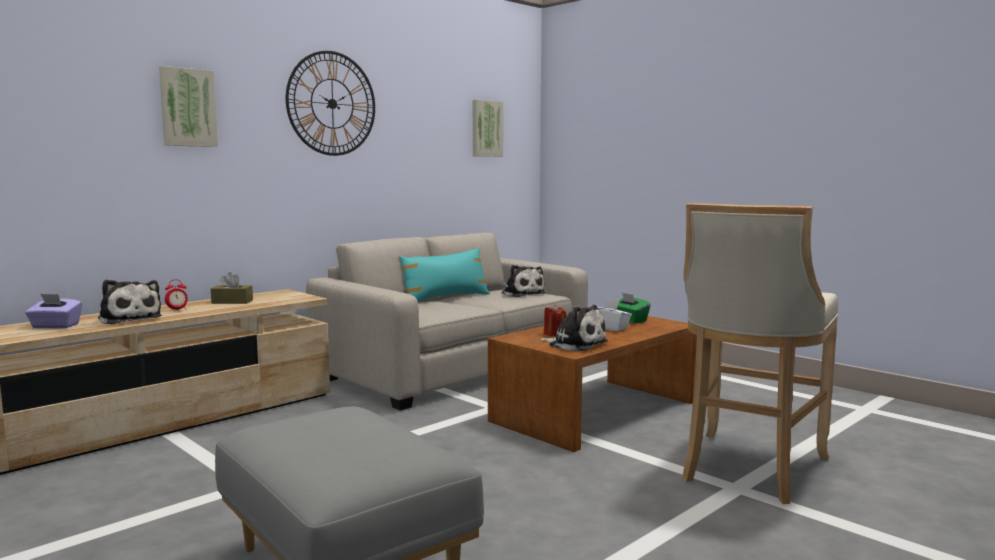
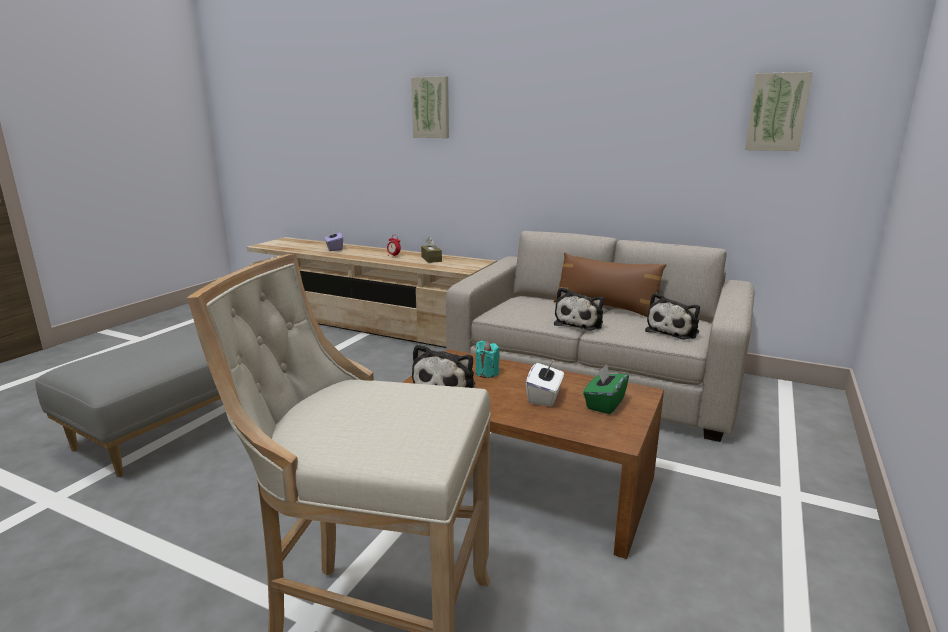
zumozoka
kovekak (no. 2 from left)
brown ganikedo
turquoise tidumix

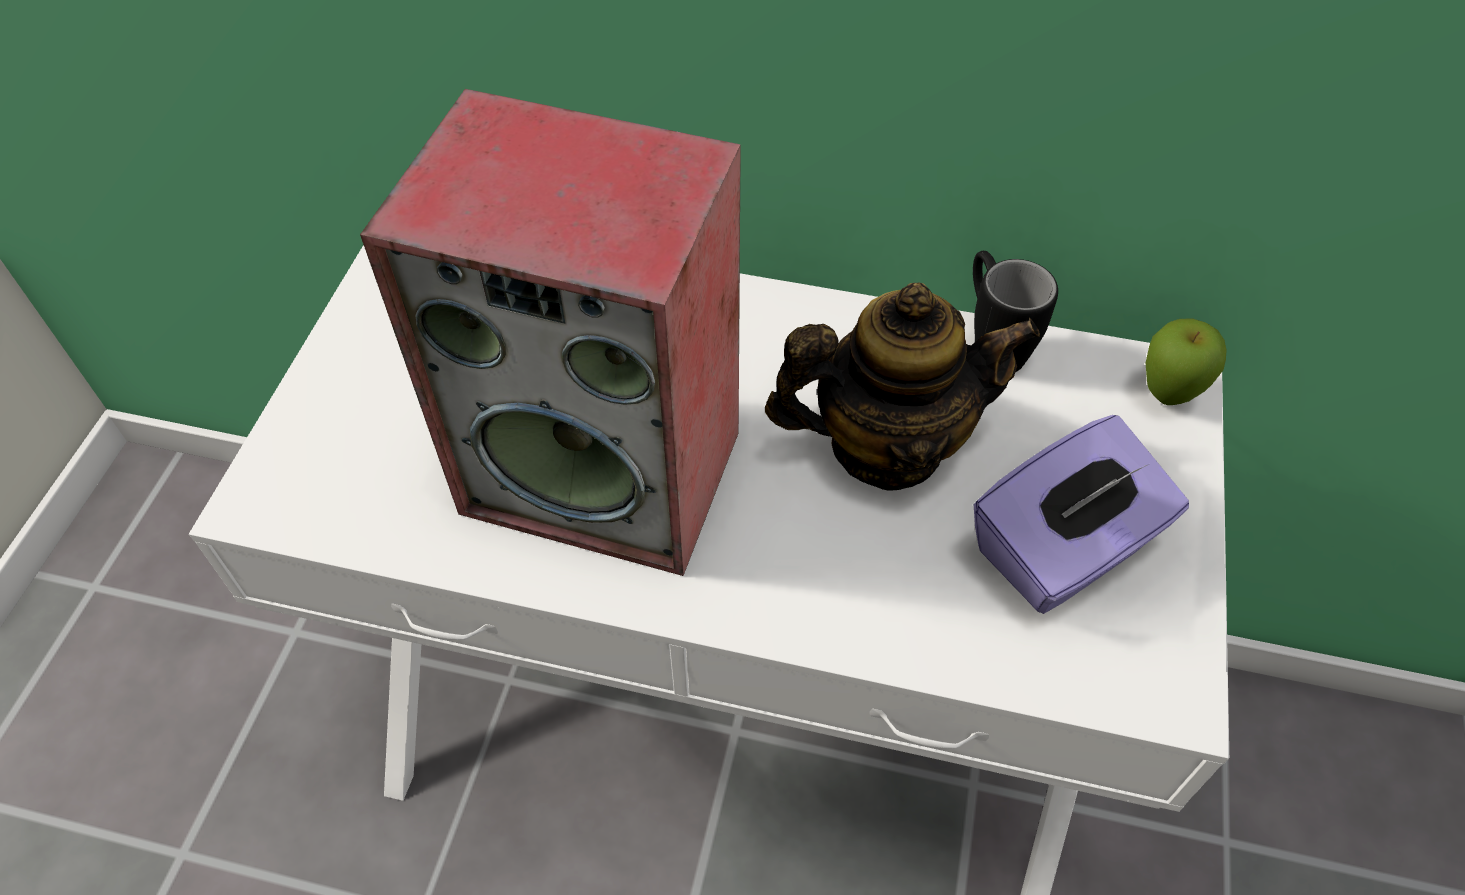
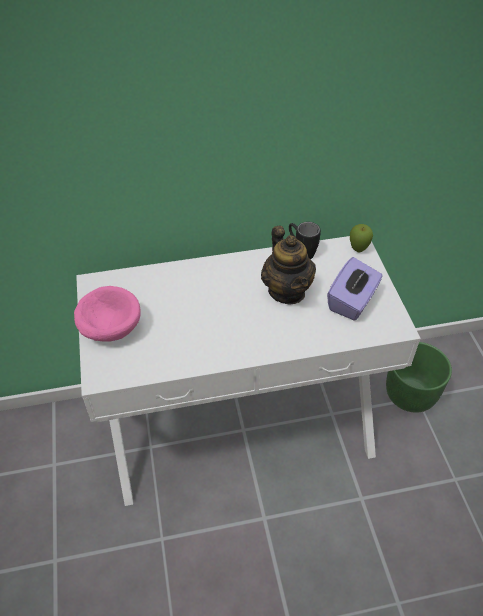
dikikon
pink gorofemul
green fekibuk
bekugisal

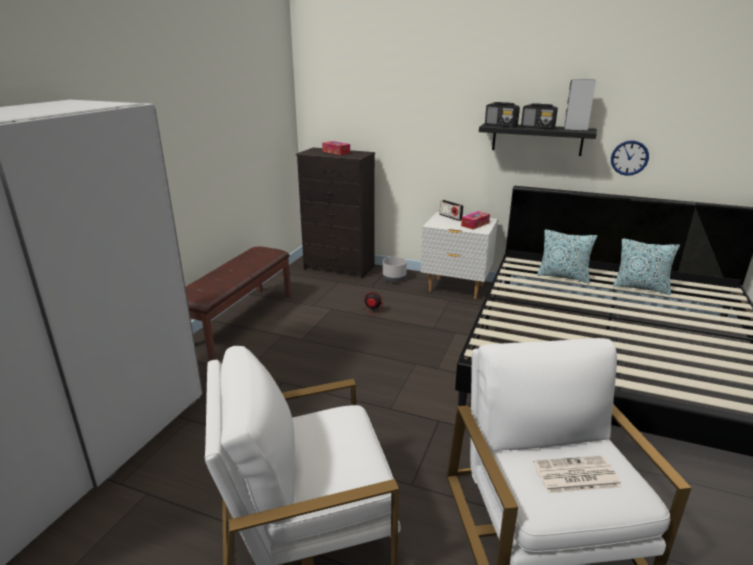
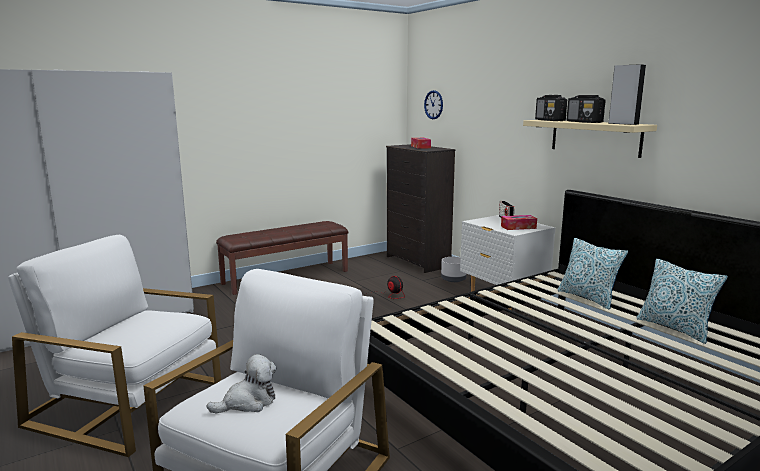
zumozoka
kovekak
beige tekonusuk

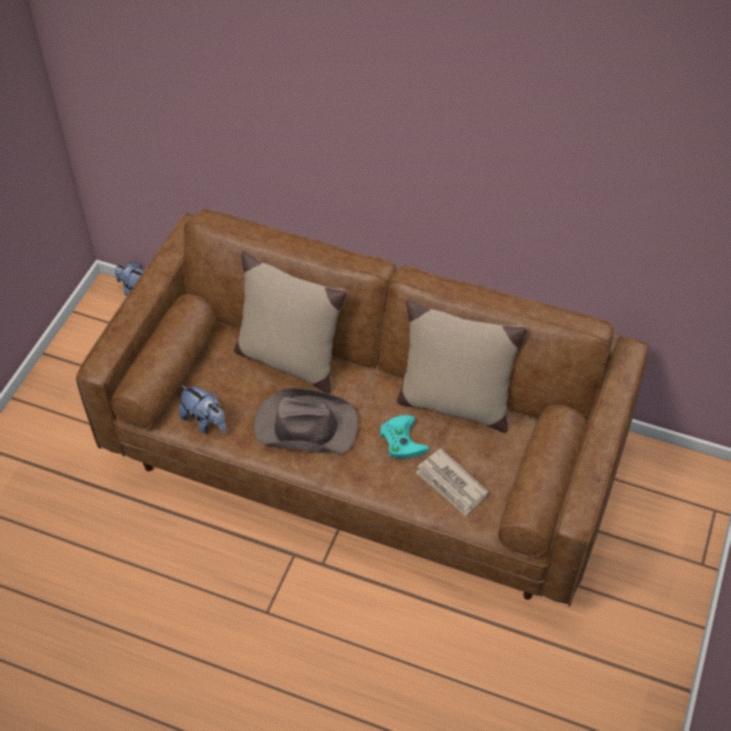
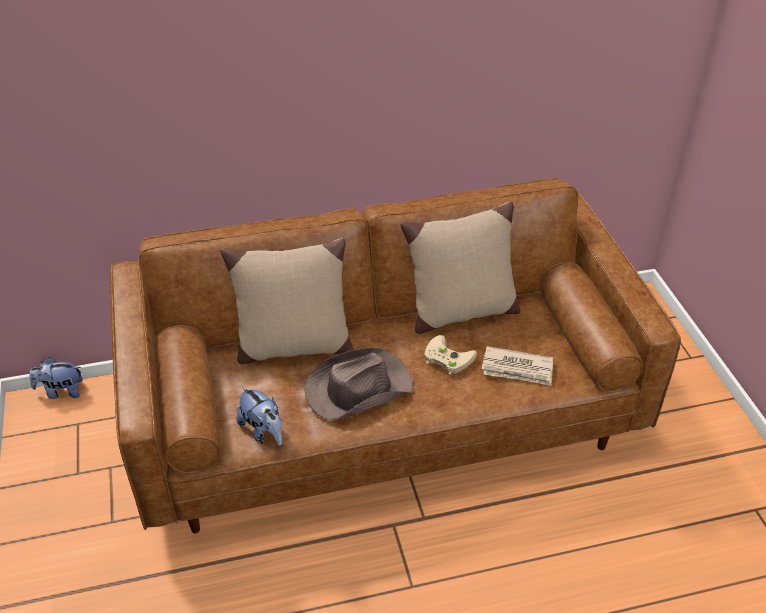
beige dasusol
kovekak (no. 2 from left)

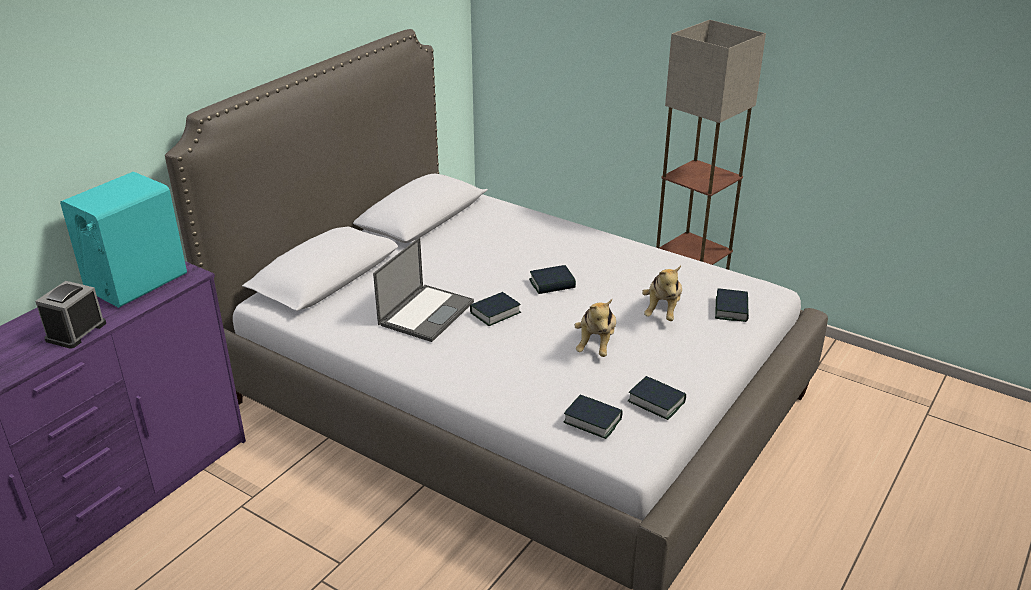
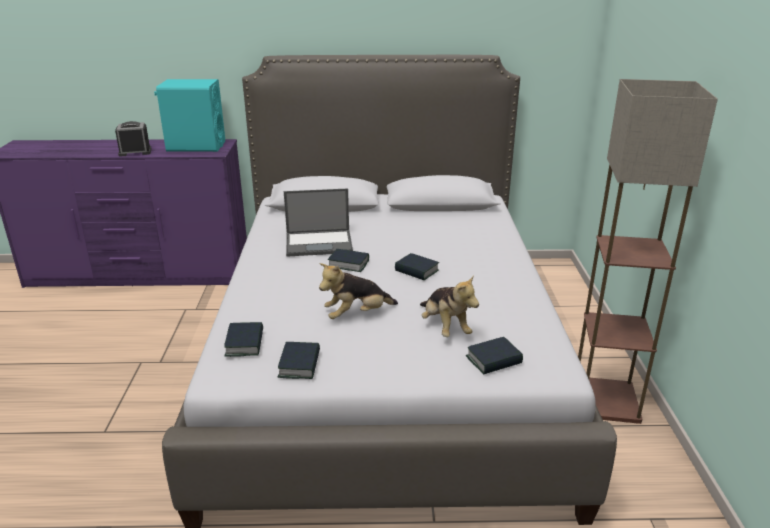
kovekak (no. 2 from left)

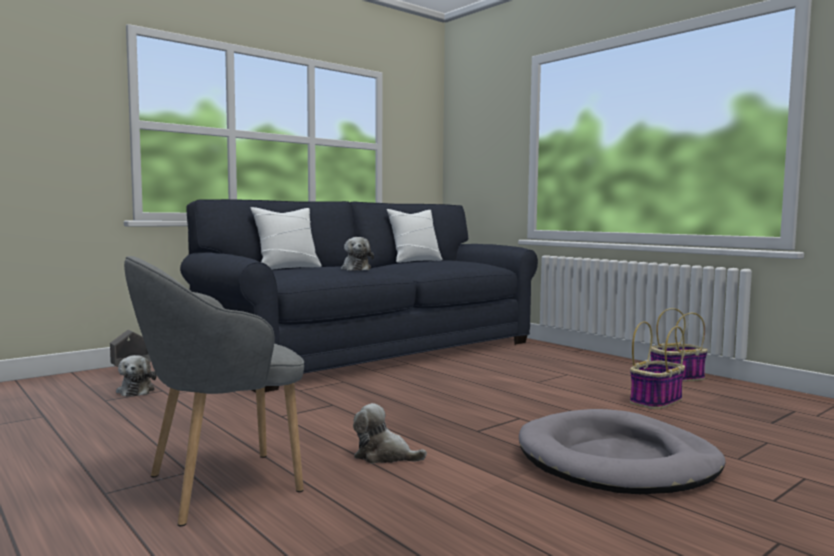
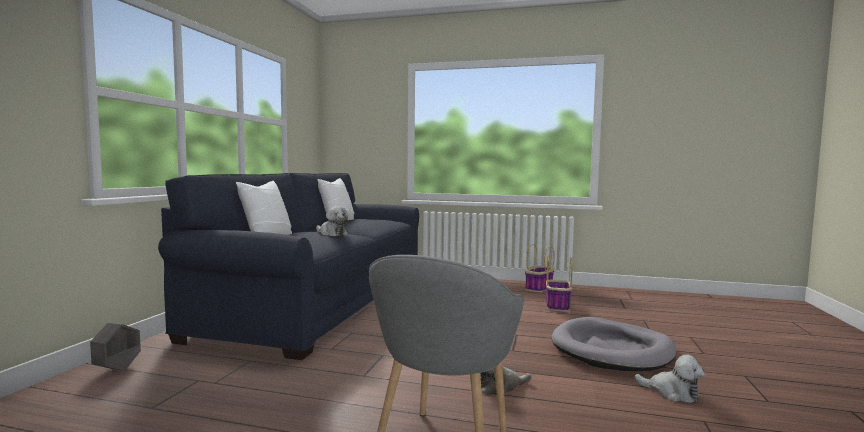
kovekak (no. 3 from left)

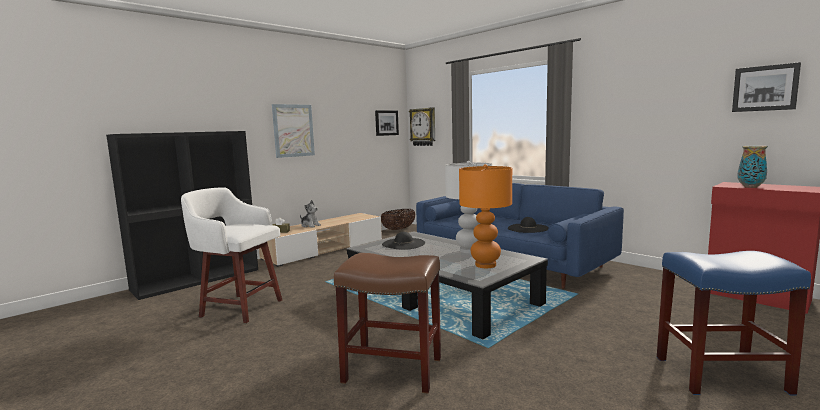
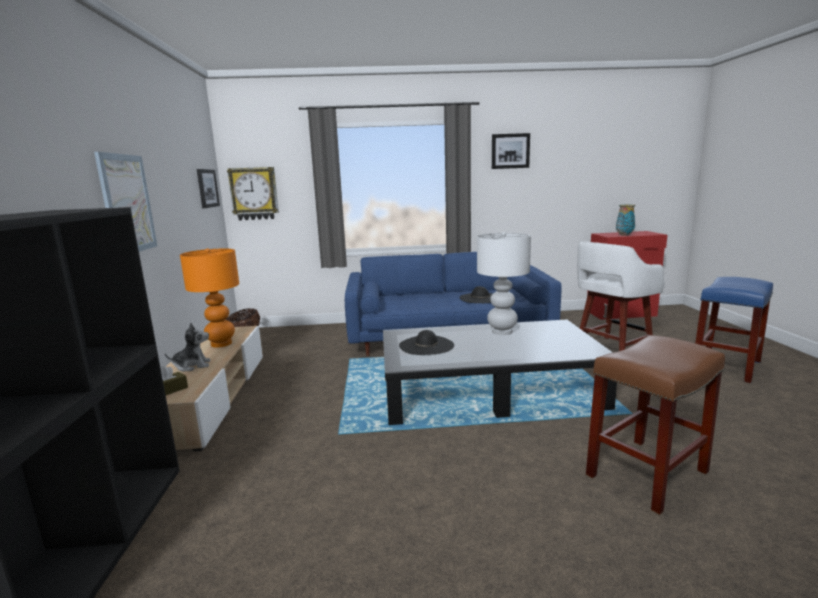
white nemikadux
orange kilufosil
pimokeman (no. 3 from left)

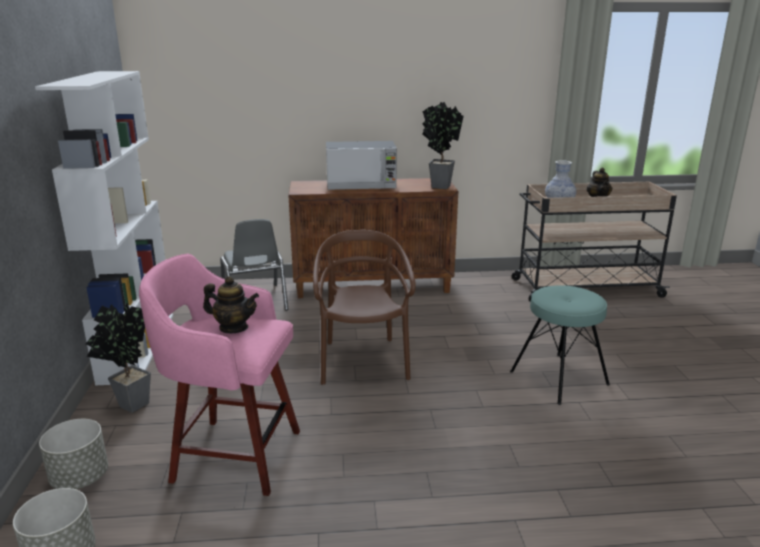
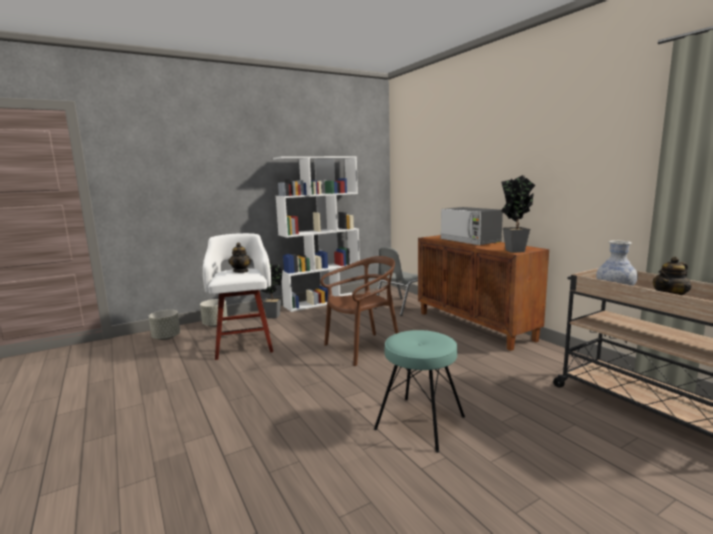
white nemikadux

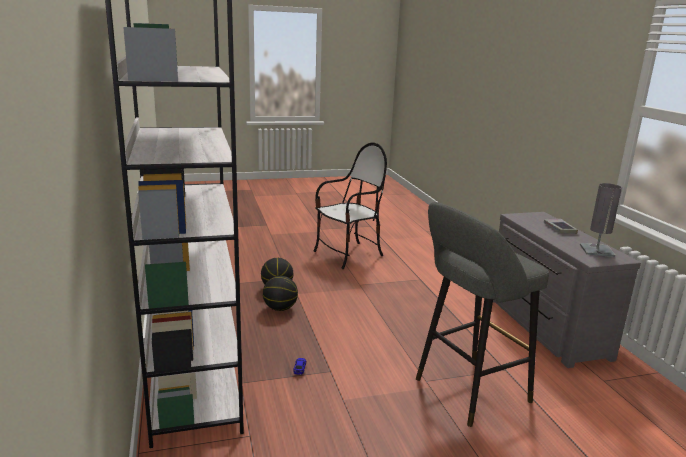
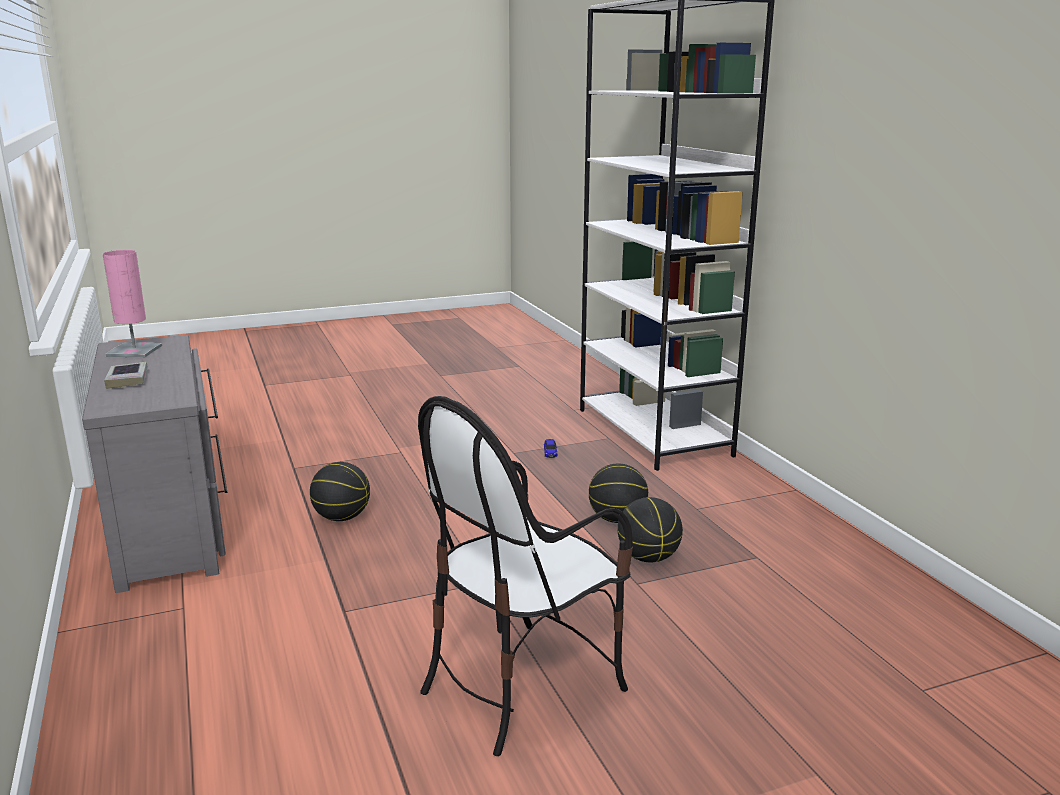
grey nemikadux
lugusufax (no. 1 from left)
pink kilufosil

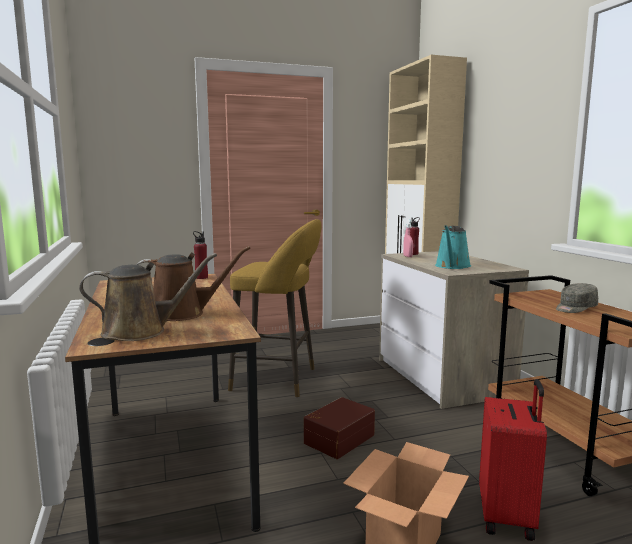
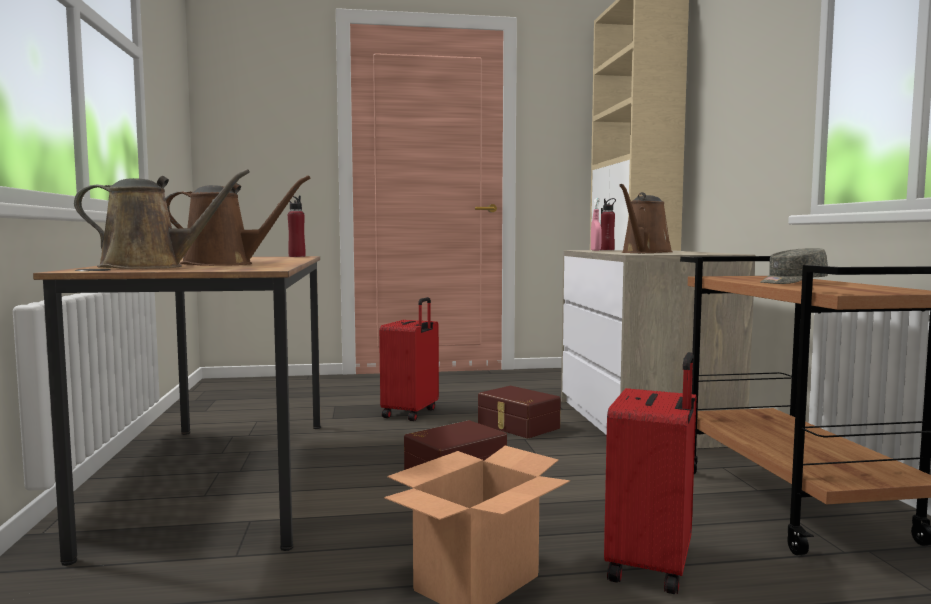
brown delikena (no. 2 from left)
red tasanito (no. 1 from left)
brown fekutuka (no. 3 from left)

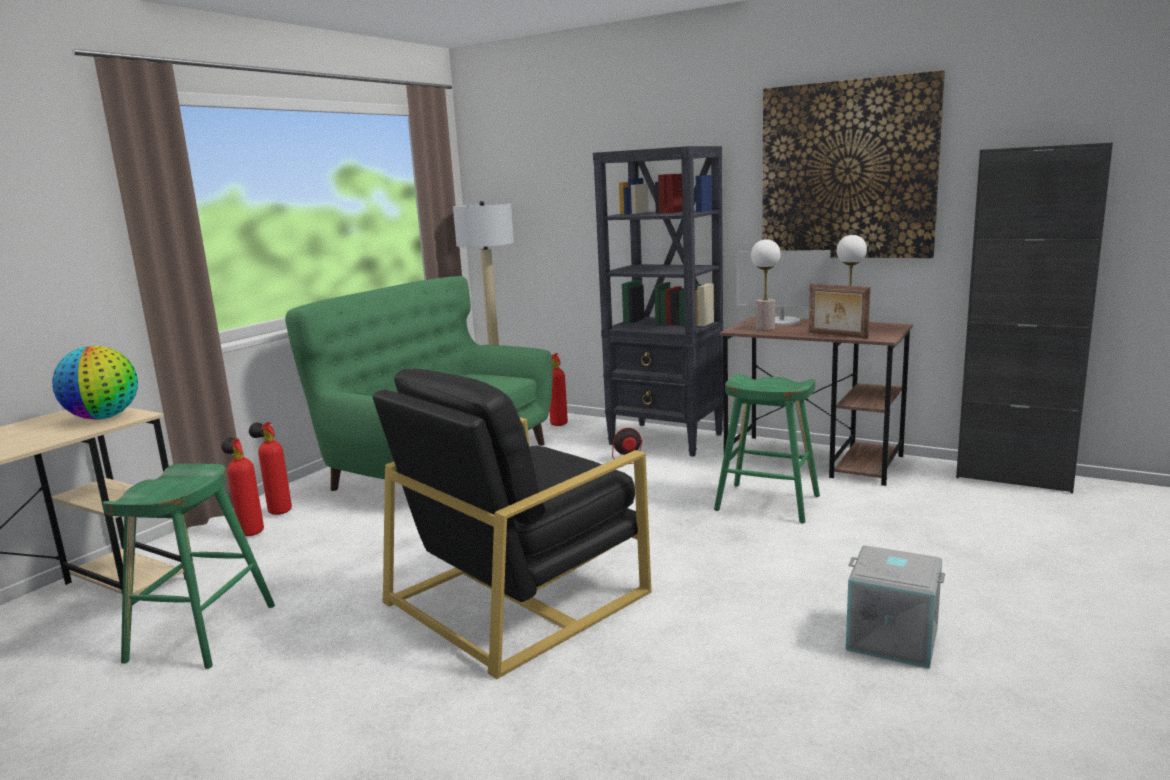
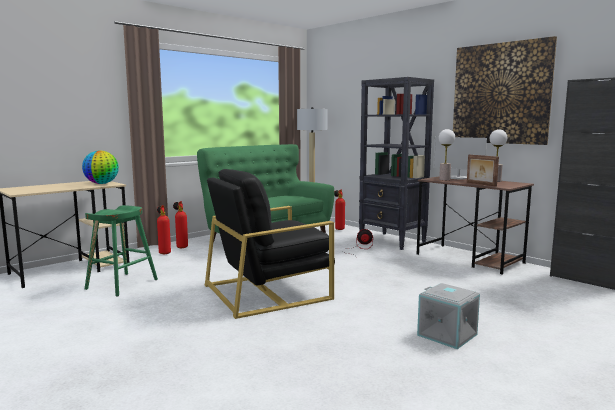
green nemikadux (no. 2 from left in the first image)

